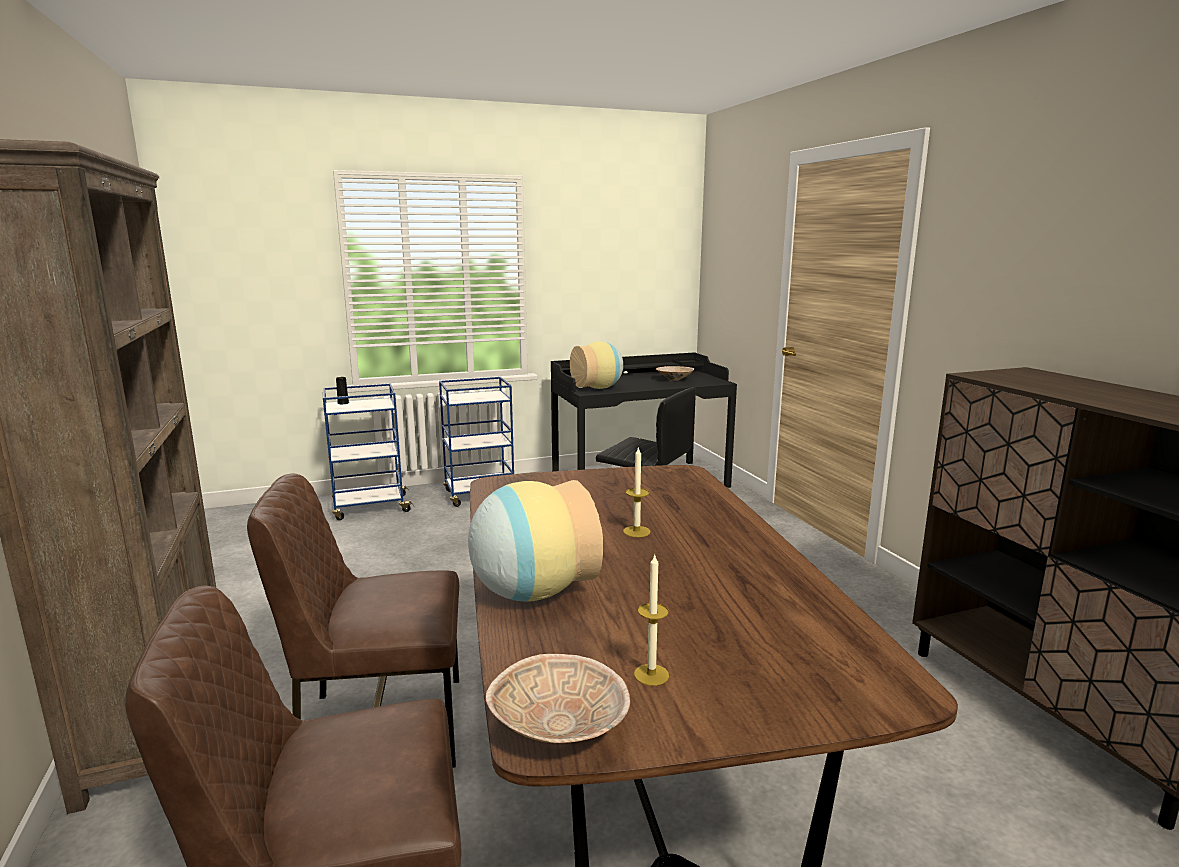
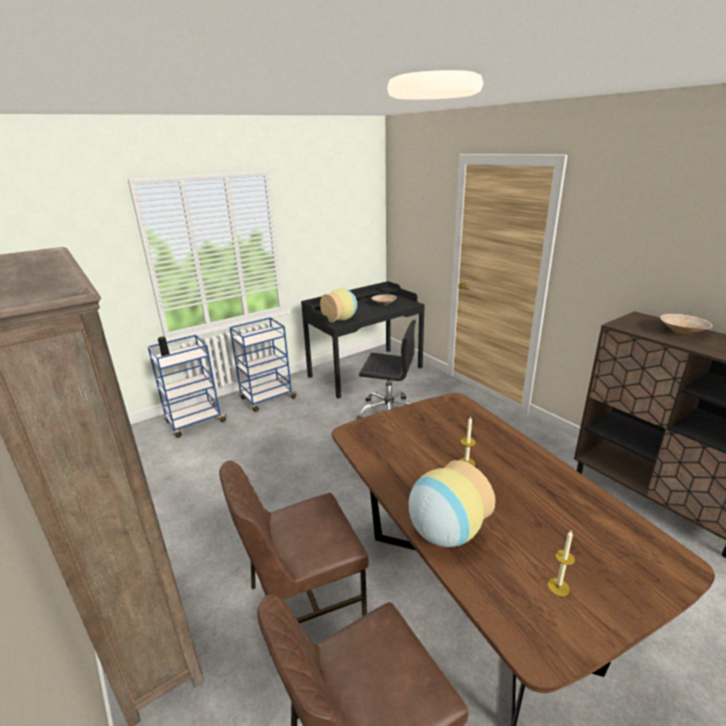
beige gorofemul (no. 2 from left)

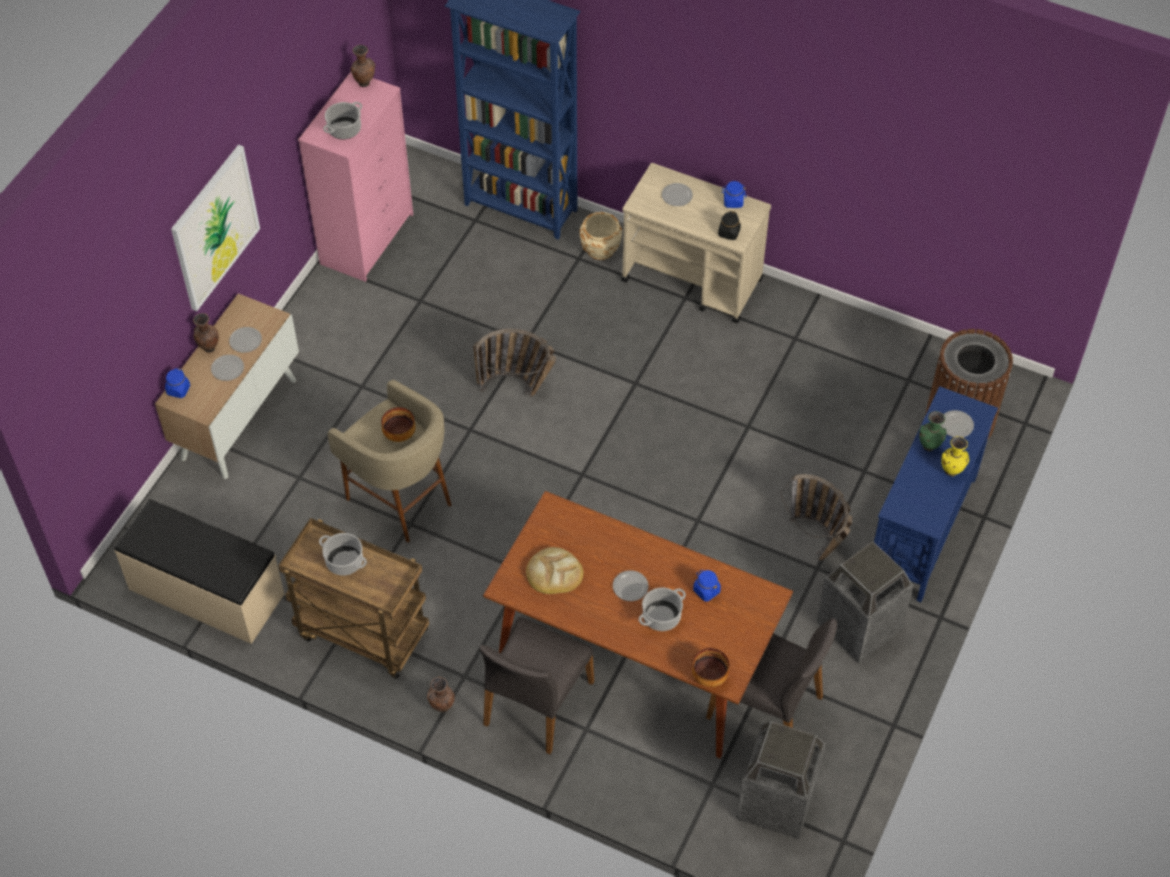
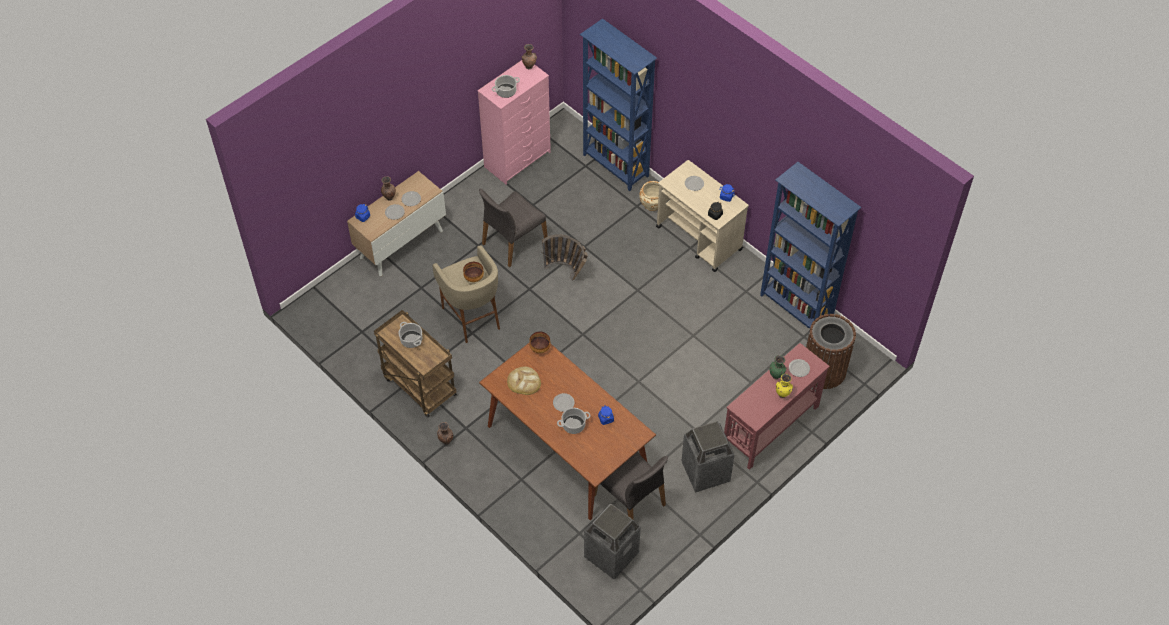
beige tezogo
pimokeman
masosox (no. 2 from left in the first image)
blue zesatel (no. 2 from left)
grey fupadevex (no. 1 from left)
gorofemul (no. 2 from left)
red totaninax

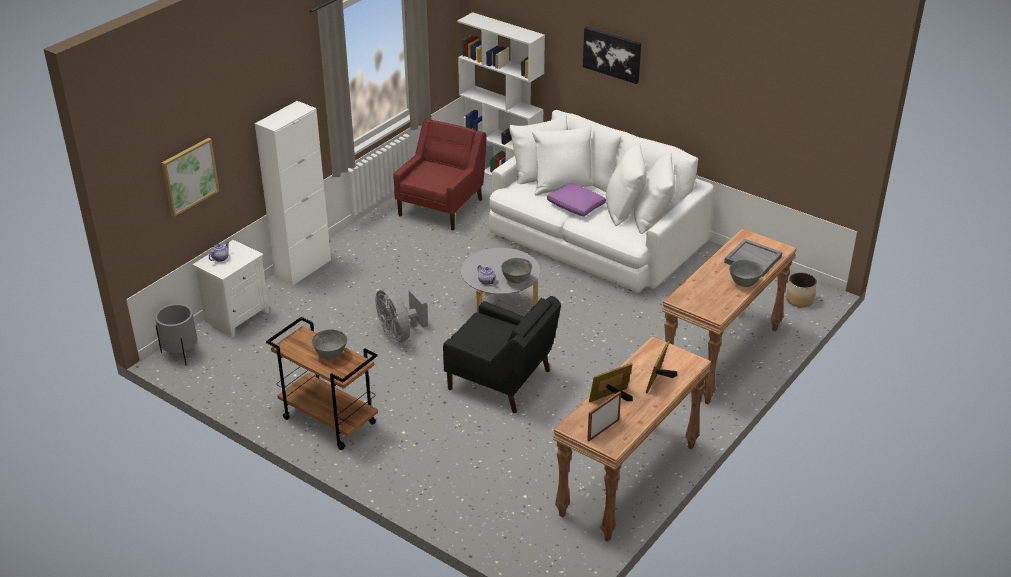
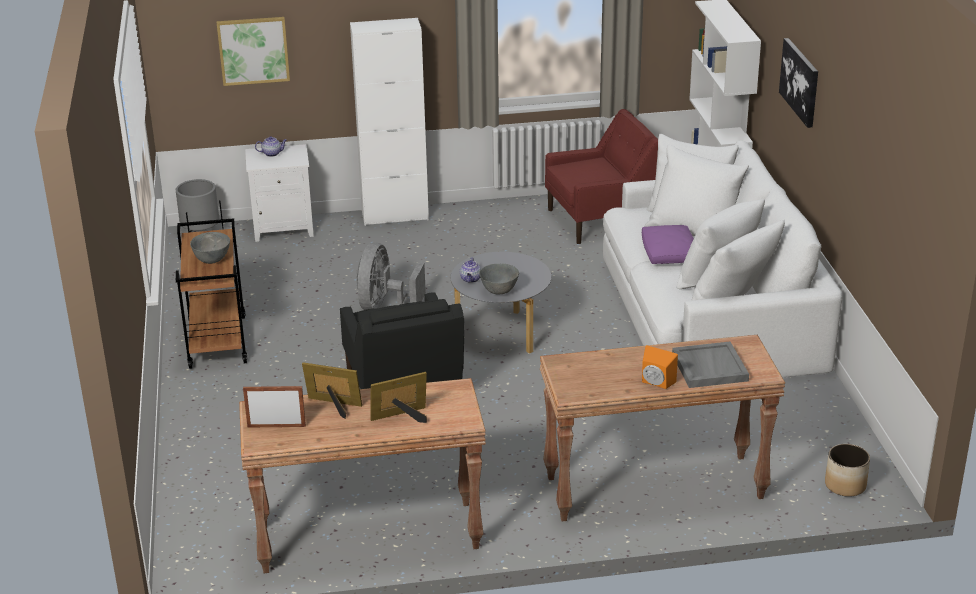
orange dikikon

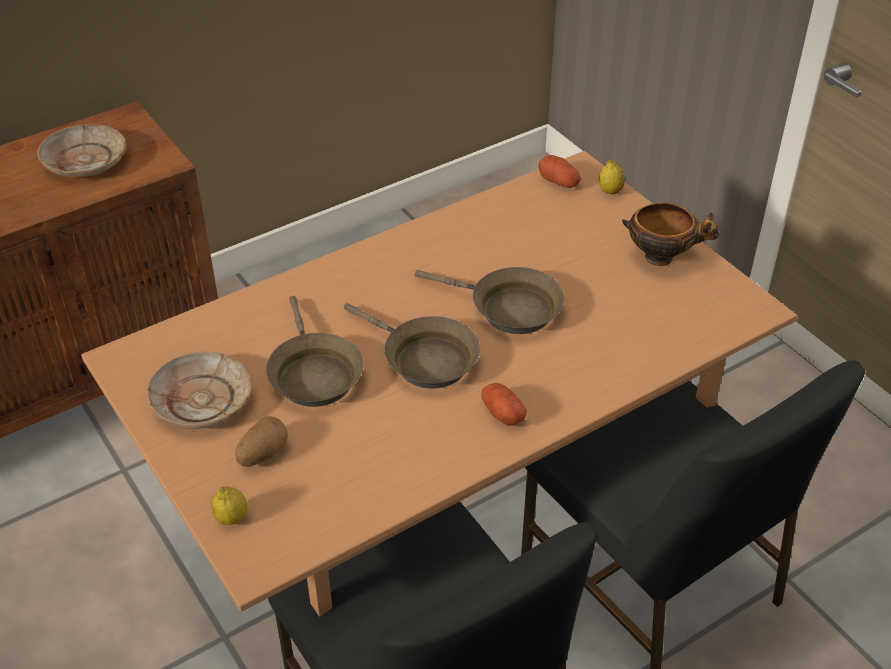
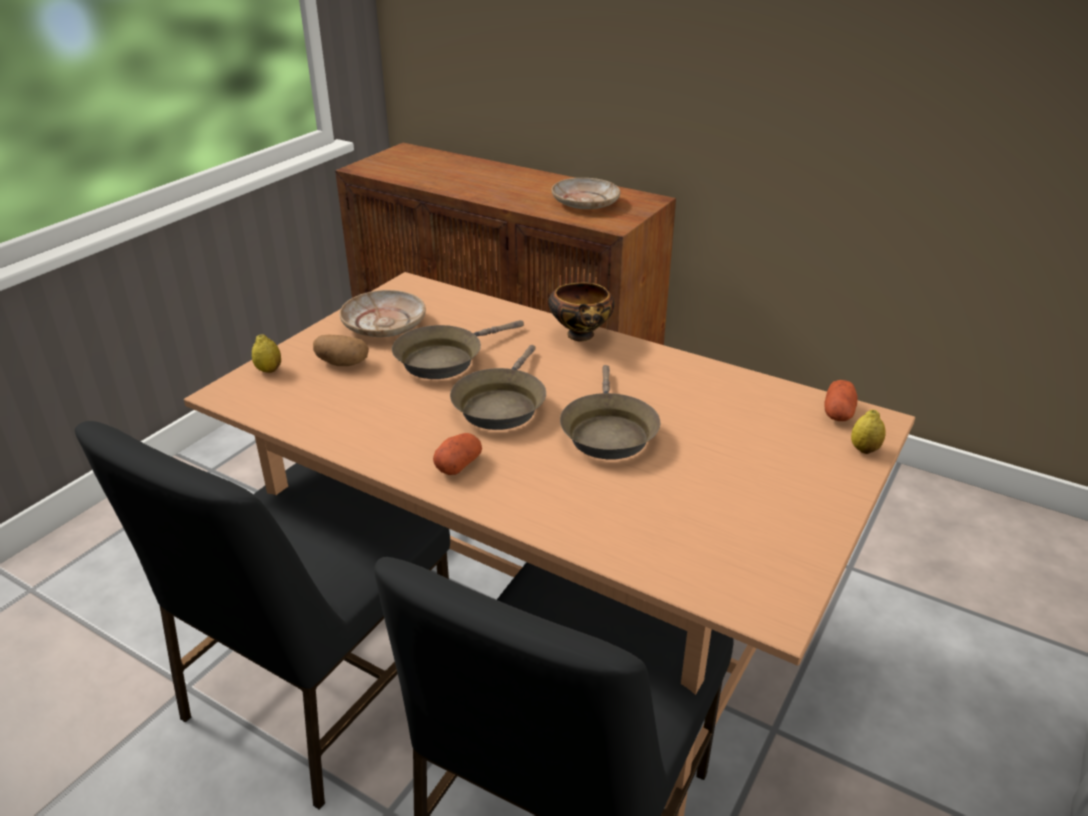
gorofemul

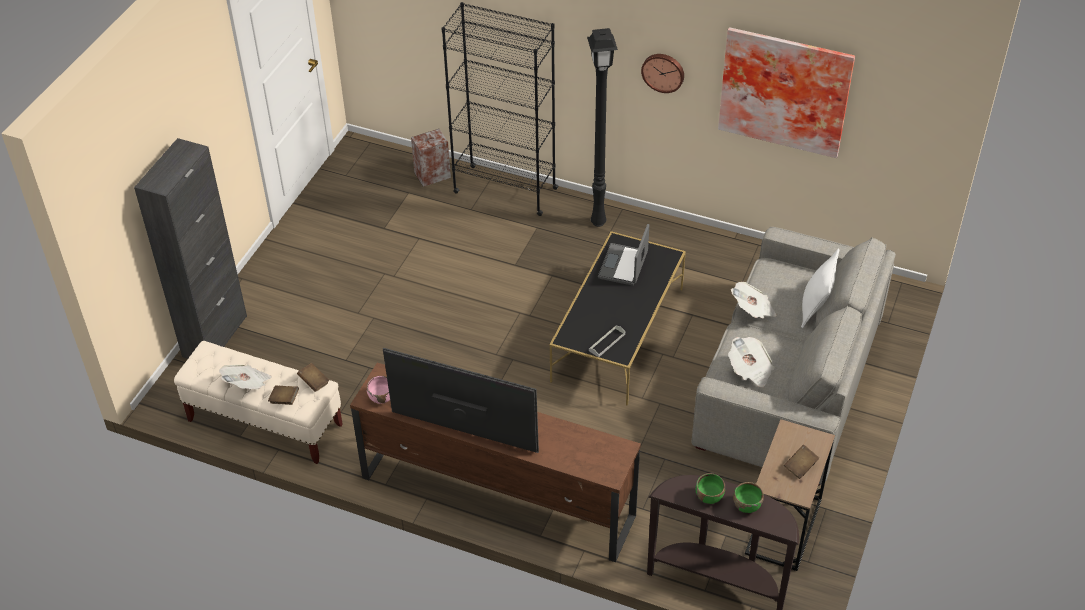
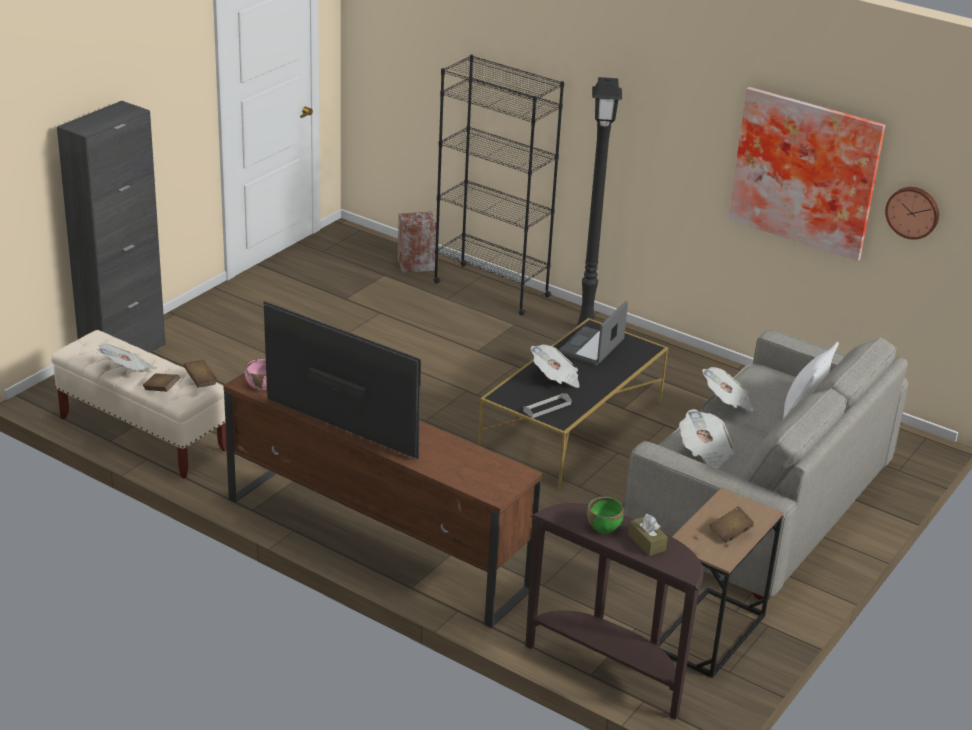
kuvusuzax (no. 2 from left)
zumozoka
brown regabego

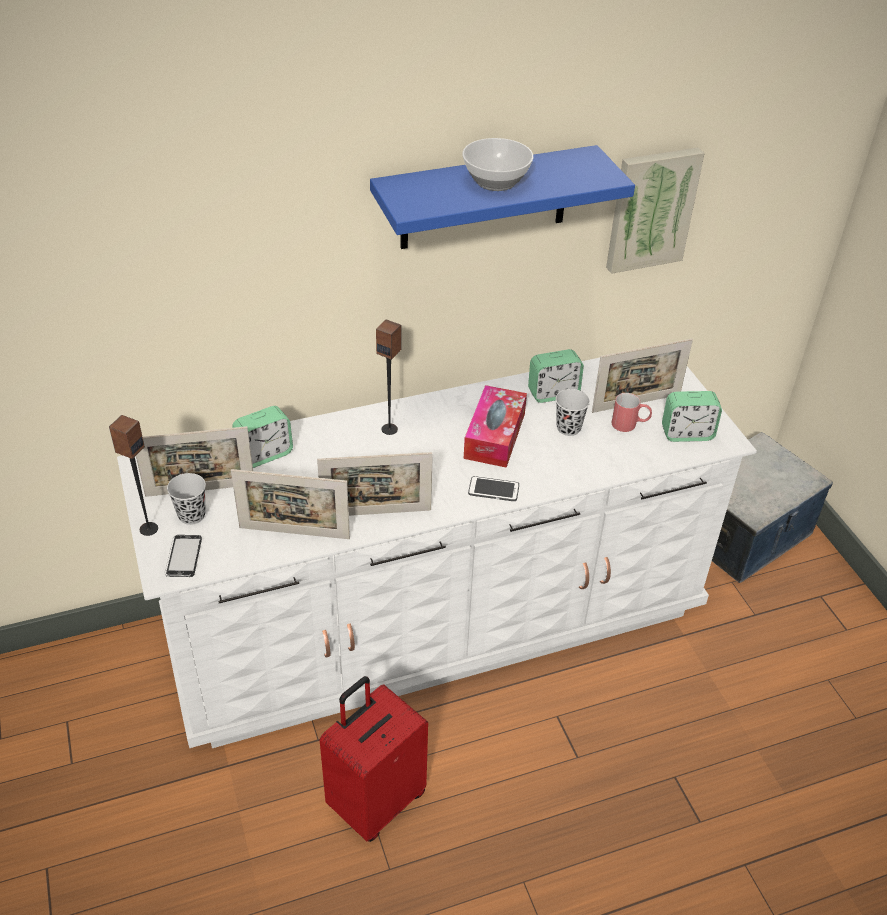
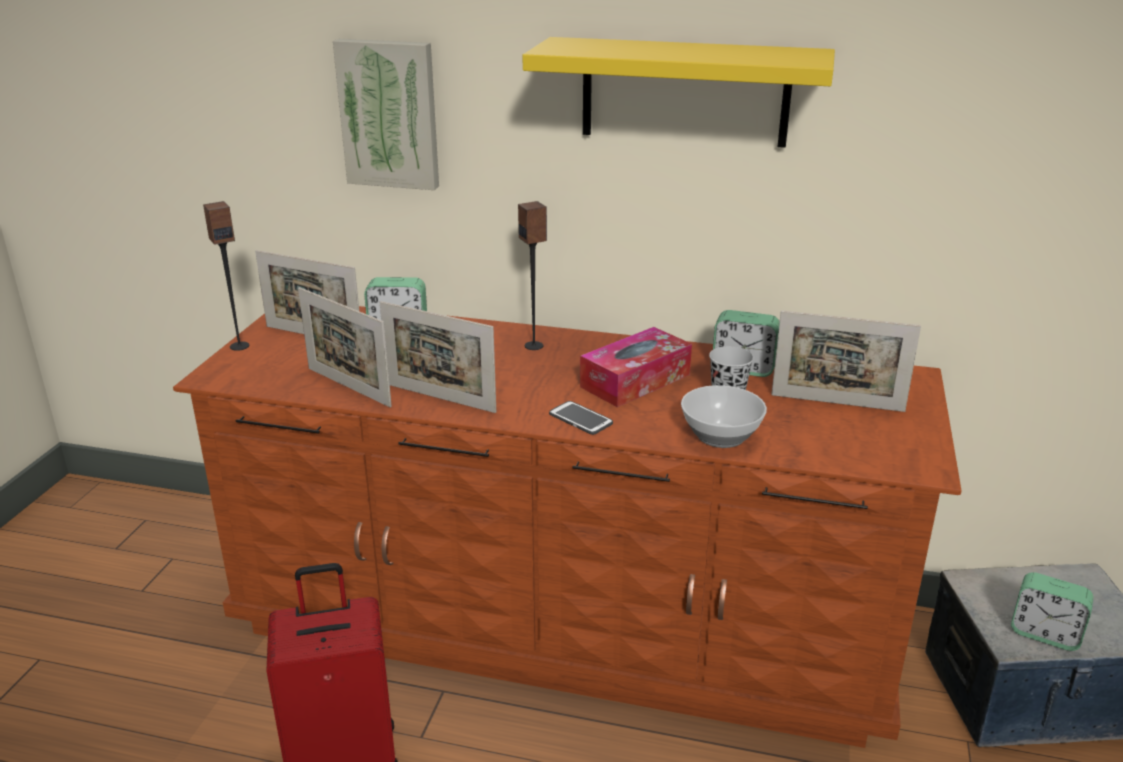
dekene (no. 1 from left in the first image)
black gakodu (no. 1 from left in the first image)
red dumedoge
gorofemul
pimokeman
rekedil (no. 3 from left)
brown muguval
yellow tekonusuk

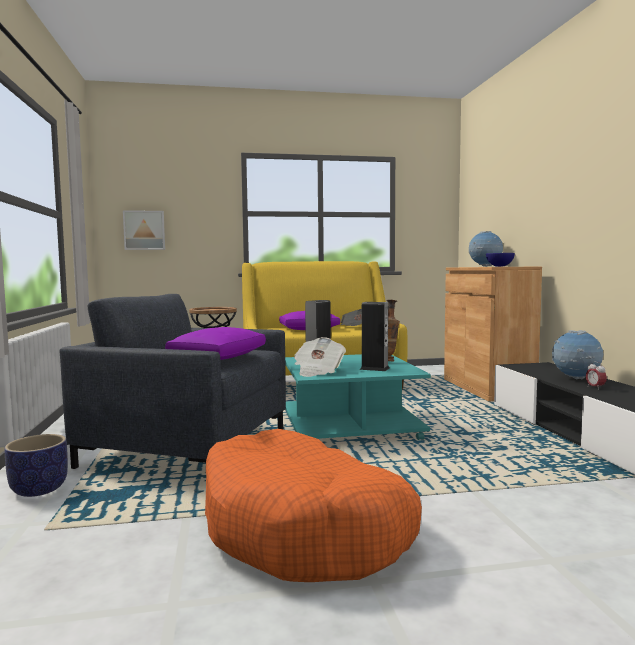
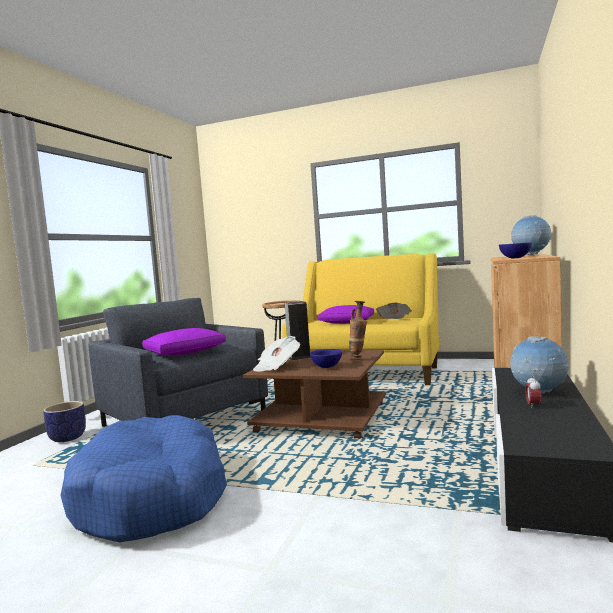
pimokeman
blue gorofemul (no. 1 from left)
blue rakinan
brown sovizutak

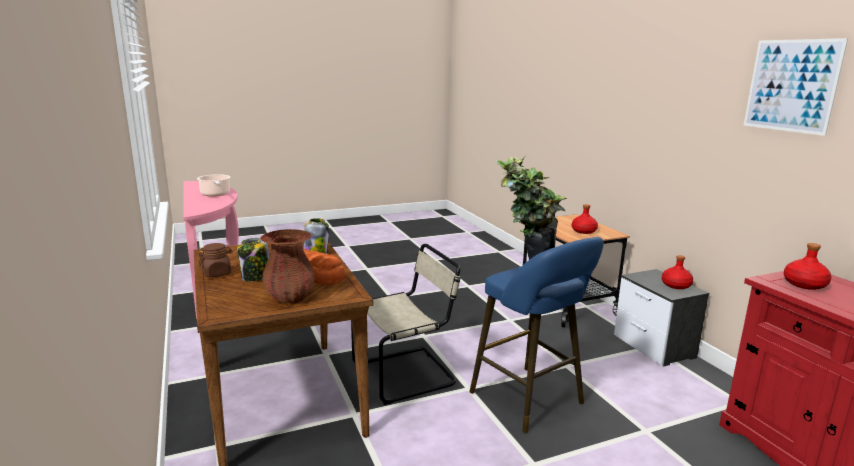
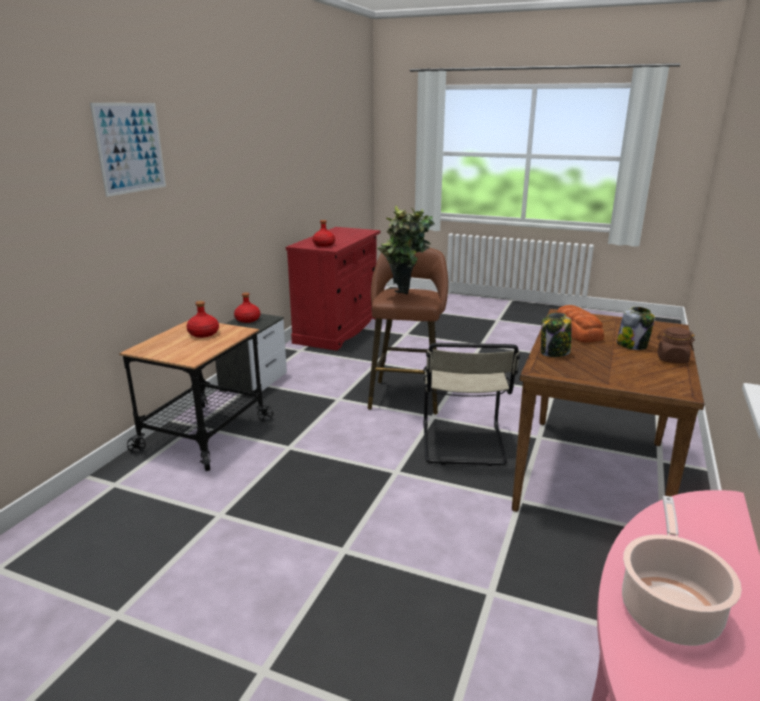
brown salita
pimokeman
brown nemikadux
beige fupadevex

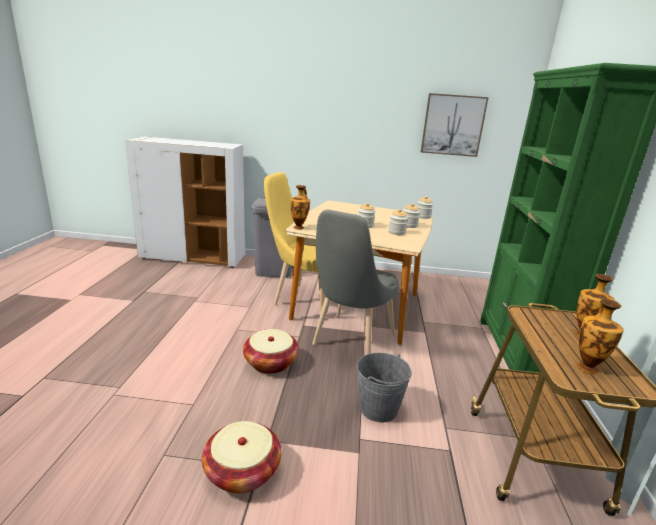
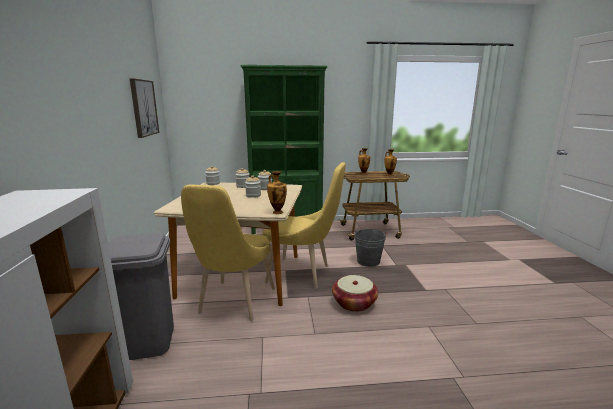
masosox (no. 1 from left in the first image)
yellow fupadevex (no. 2 from left)

